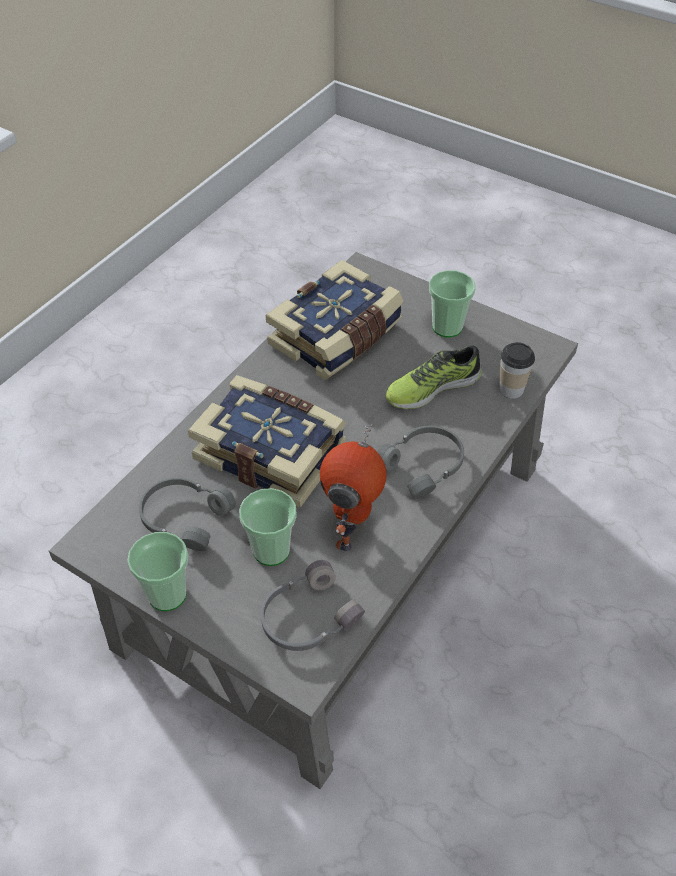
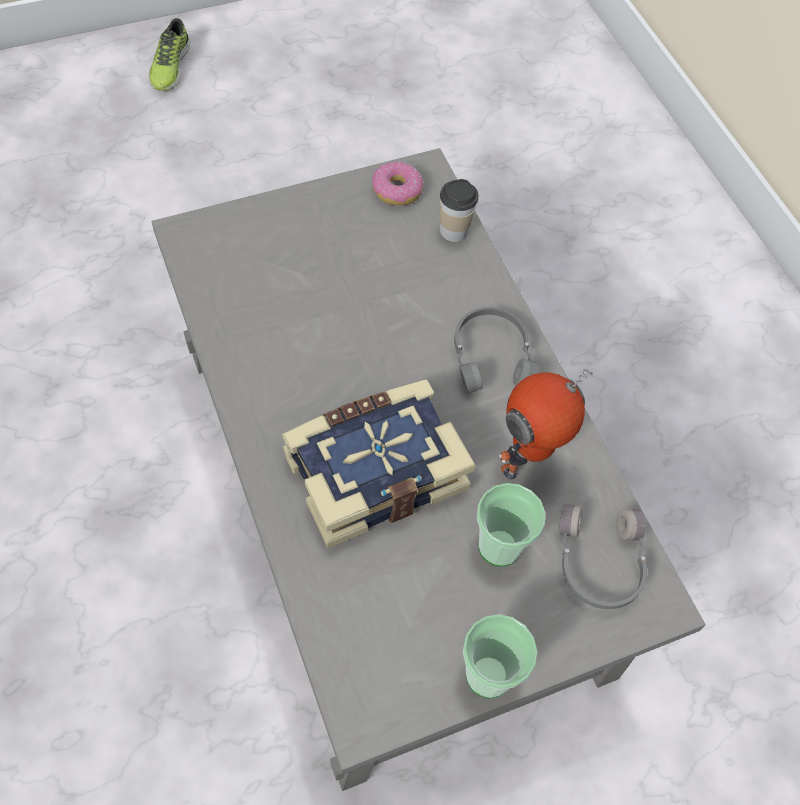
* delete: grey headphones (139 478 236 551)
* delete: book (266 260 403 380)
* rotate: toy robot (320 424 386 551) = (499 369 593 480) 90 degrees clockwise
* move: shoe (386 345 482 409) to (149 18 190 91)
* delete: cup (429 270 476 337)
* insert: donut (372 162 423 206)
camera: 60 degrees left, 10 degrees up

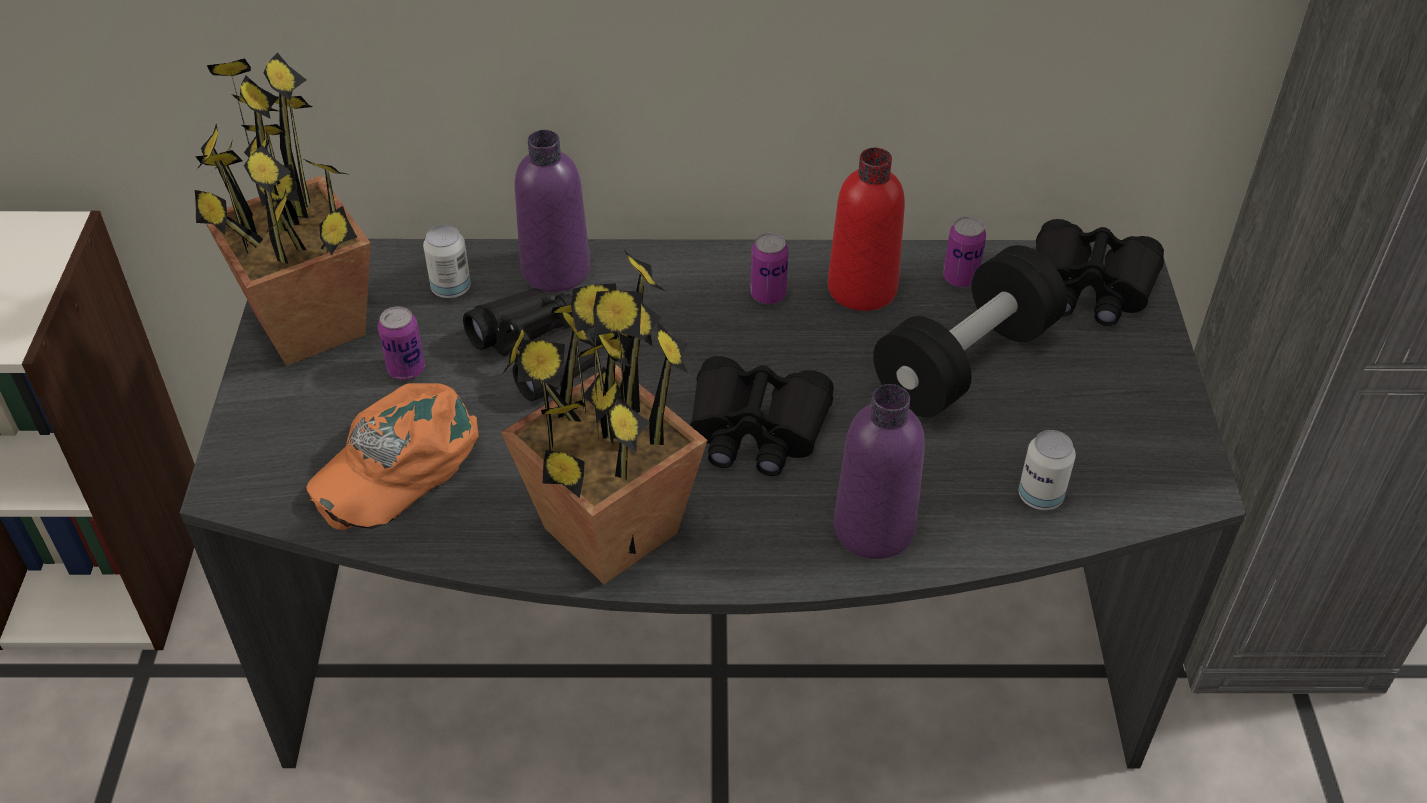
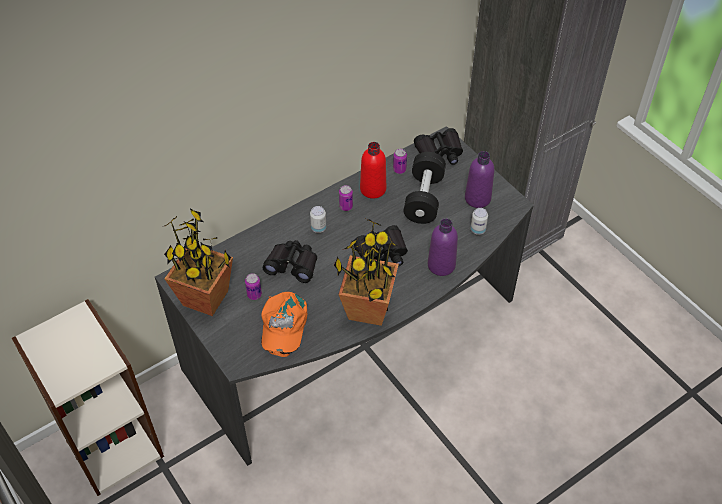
* move: can (423 225 471 298) to (310 206 326 233)
* move: purple bottle (515 130 590 292) to (465 151 494 208)
camera: 35 degrees left, 5 degrees up

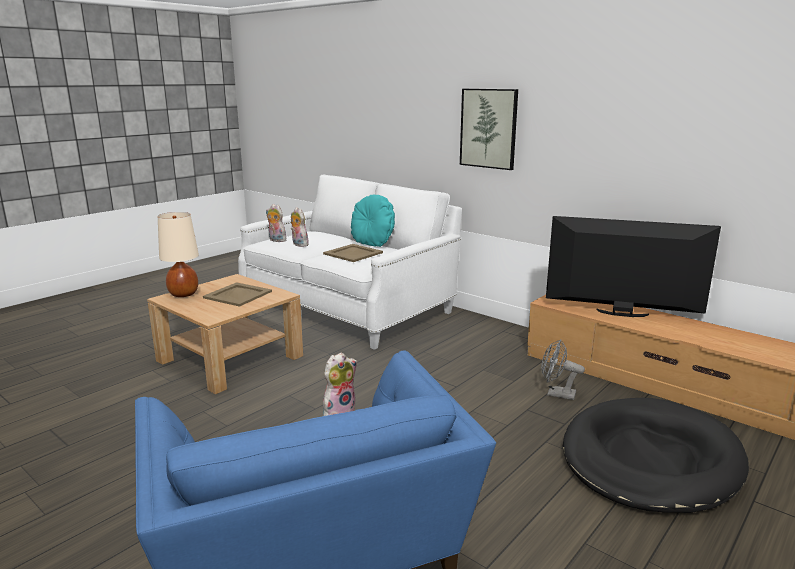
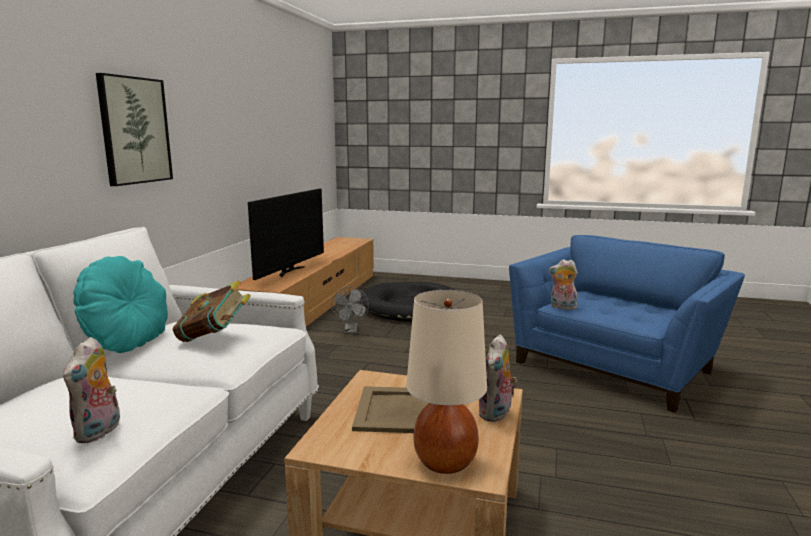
* move: plush toy (291 207 309 247) to (478 334 517 422)
* replace: beige tray (323 244 383 262) to book (173 281 251 342)
* rotate: television (546 216 721 317) = (248 189 324 280) 150 degrees counterclockwise
camera: 115 degrees left, 5 degrees down

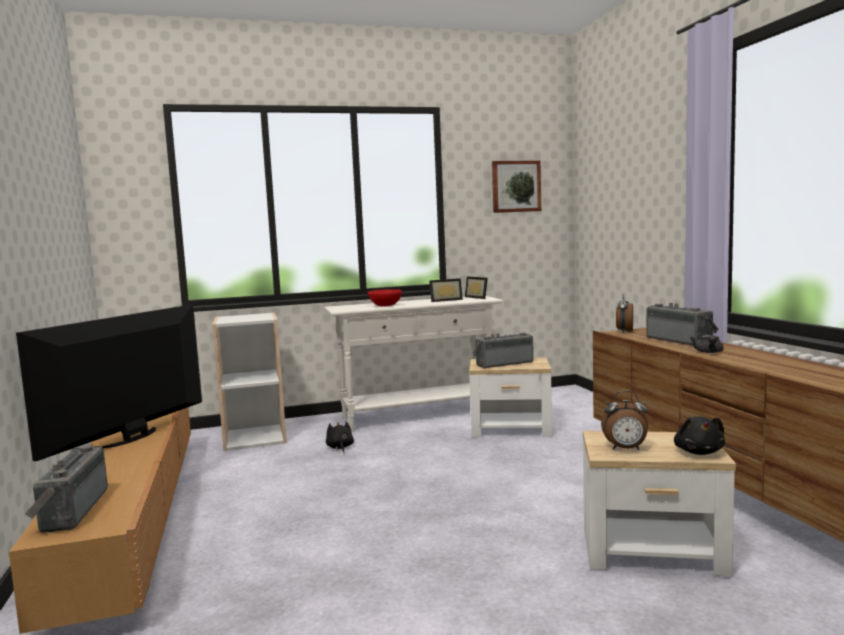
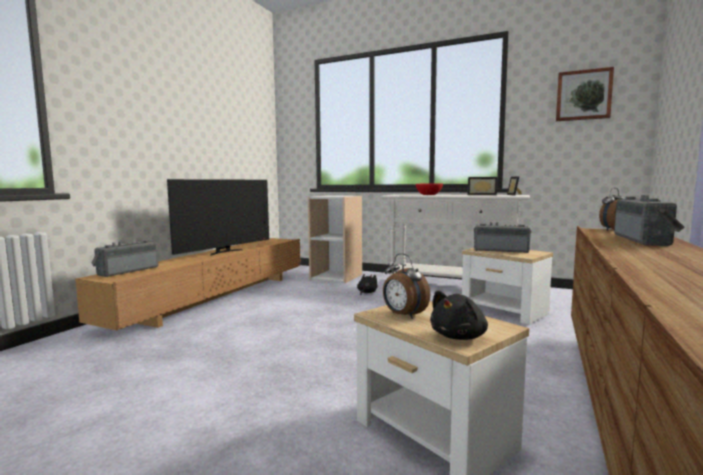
* rotate: television (16 305 202 461) = (167 179 269 256) 150 degrees clockwise
* delete: grey teapot (690 335 724 353)
camera: 40 degrees right, 0 degrees up

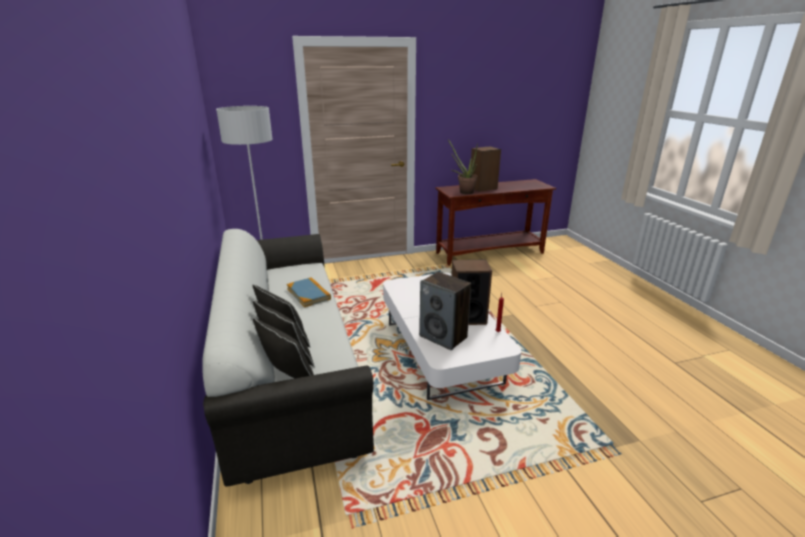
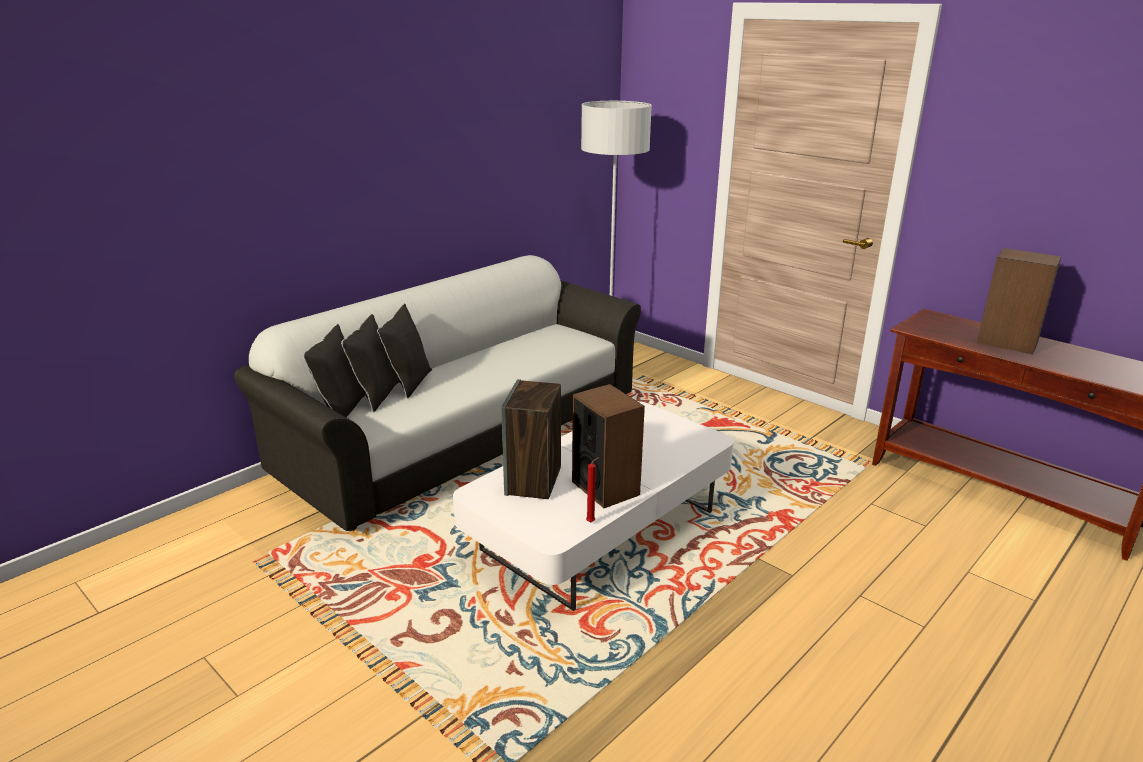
* delete: book (287 277 331 307)
* delete: potted plant (448 139 478 194)
camera: 60 degrees right, 0 degrees up

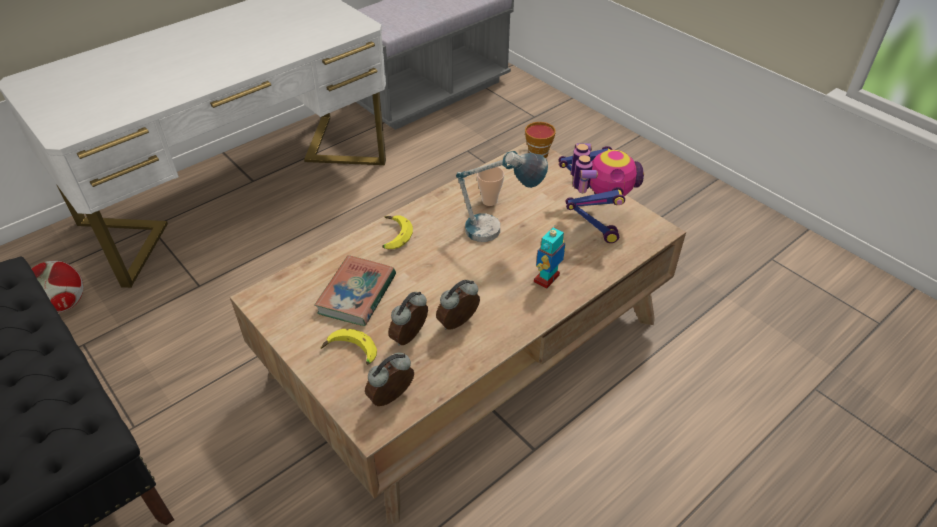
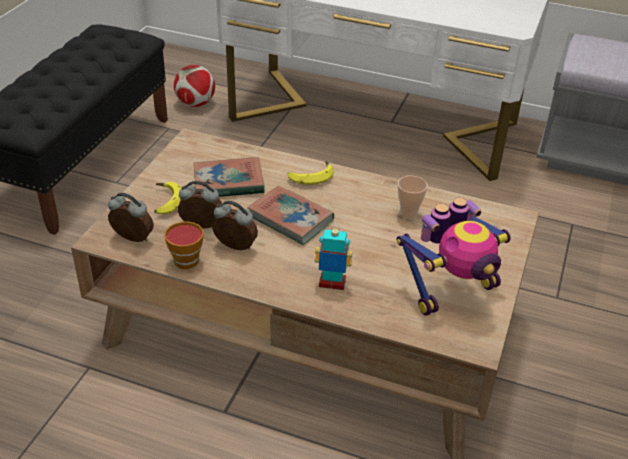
* delete: table lamp (456 151 548 242)
* move: cup (525 122 556 158) to (164 221 204 269)
* insert: book (247 186 334 245)
camera: 60 degrees right, 5 degrees down

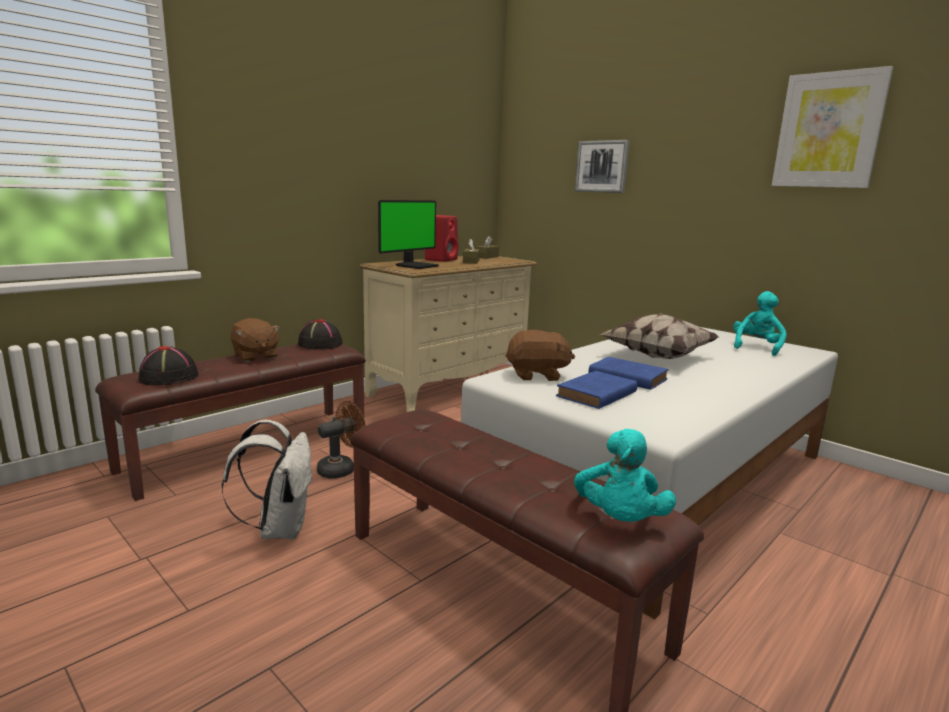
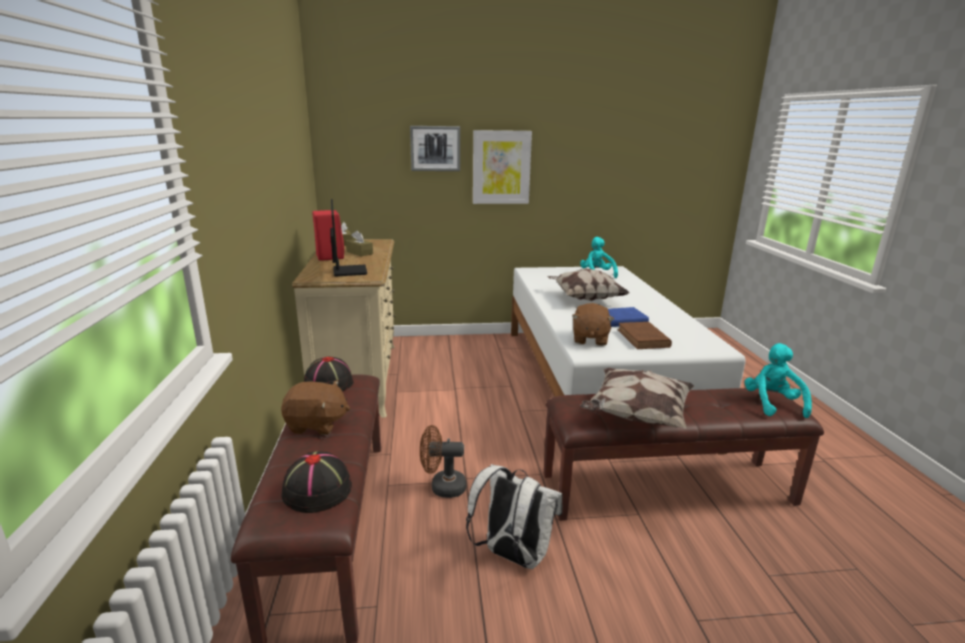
* rotate: brown fan (317 401 366 479) = (420 425 466 498) 90 degrees counterclockwise
* rotate: brown plush toy (506 330 575 381) = (572 303 614 346) 150 degrees clockwise
* recolor: blue book (556 371 638 409) to brown book (618 322 672 349)
* rotate: turquoise plush toy (574 429 676 522) = (745 343 812 418) 135 degrees counterclockwise
* move: picture (772 66 893 188) to (473 130 532 204)
* insert: pillow (580 367 694 429)
camera: 50 degrees left, 5 degrees up

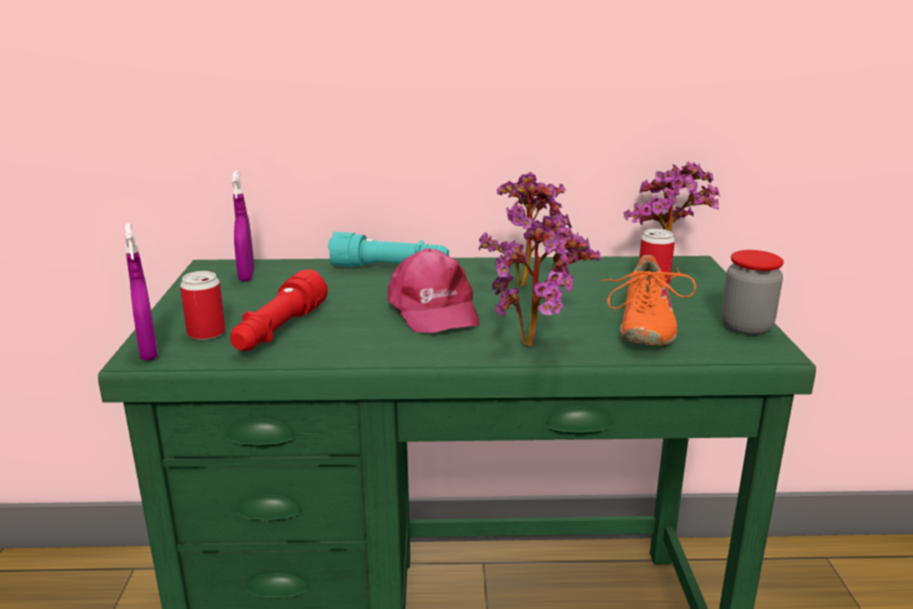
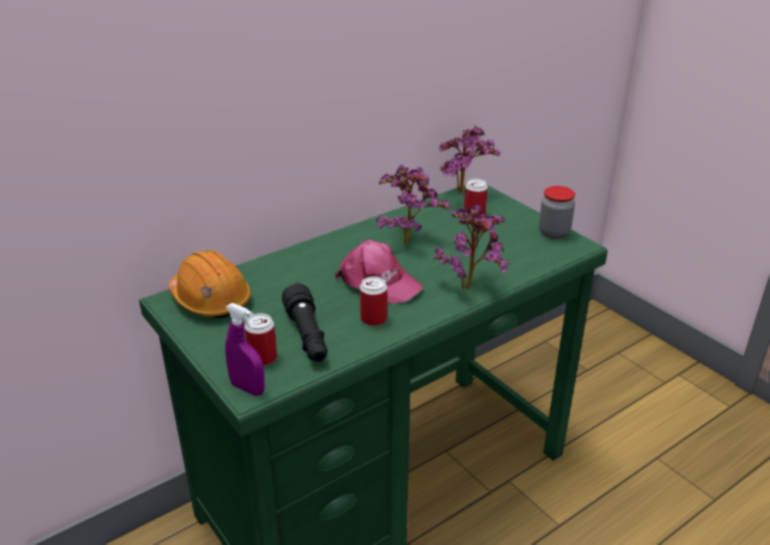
* recolor: red flashlight (230 269 328 351) to black flashlight (282 283 328 362)
* replace: purple spray bottle (231 171 254 281) to orange hard hat (168 250 251 318)
* delete: turquoise flashlight (328 232 449 267)
* delete: orange shoe (602 255 696 346)
* insert: can (360 276 387 326)
camera: 35 degrees left, 10 degrees up

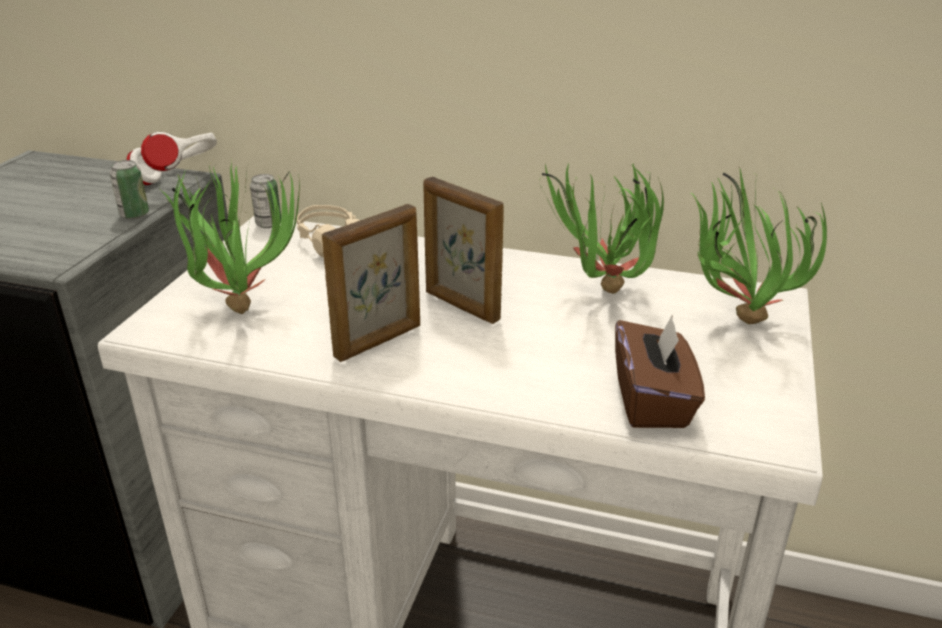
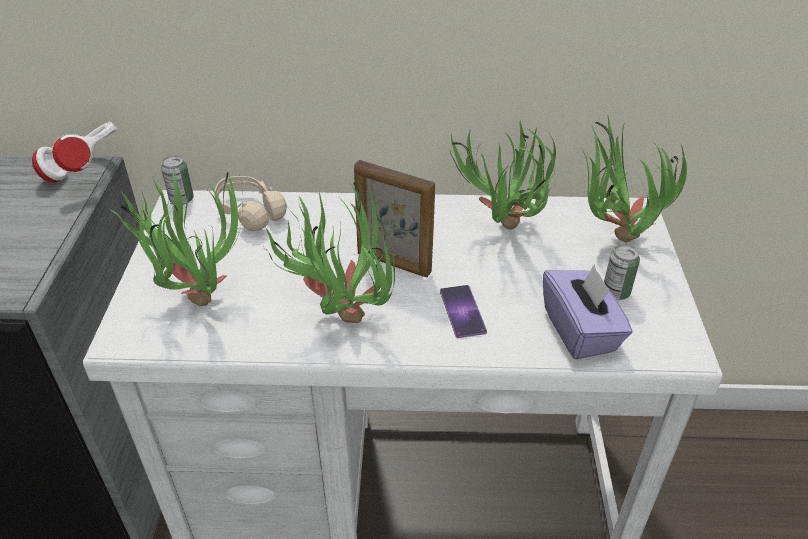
* move: can (110 160 149 219) to (604 245 640 300)
* replace: picture frame (322 204 420 362) to potted plant (263 180 395 323)
* recolor: brown tissue box (615 314 705 428) to purple tissue box (543 264 633 359)
* insert: phone (440 285 487 338)
camera: 15 degrees left, 10 degrees up

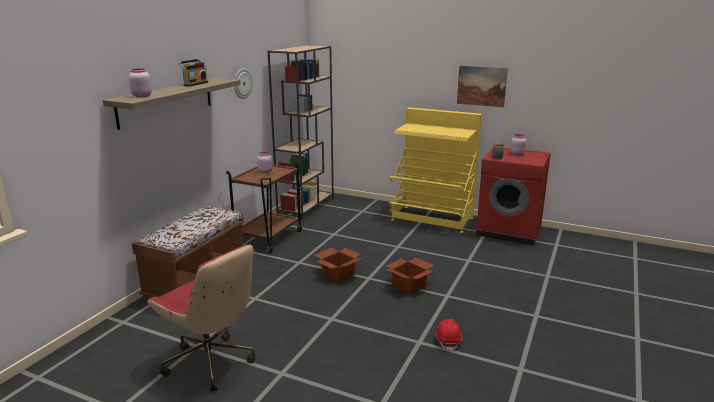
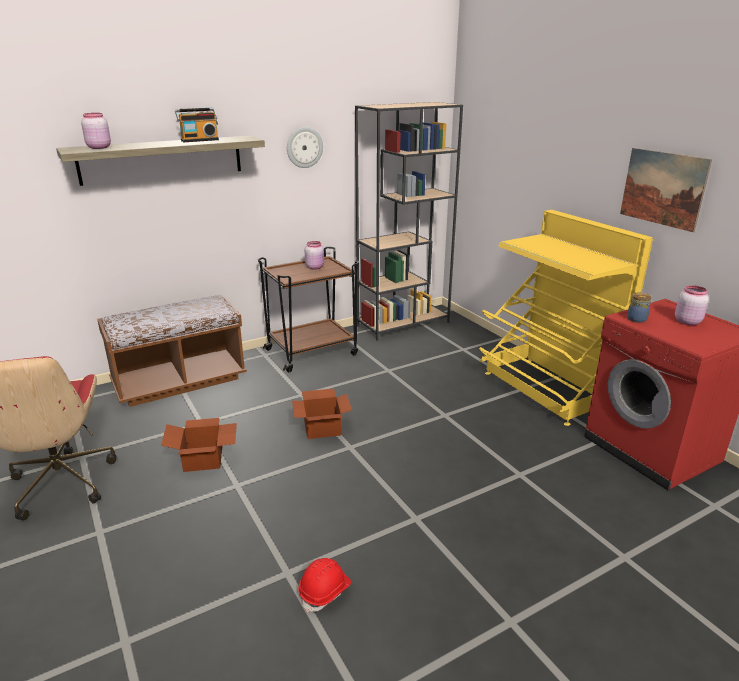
* move: cardboard box (386 257 435 295) to (161 418 237 472)
camera: 35 degrees right, 5 degrees up

